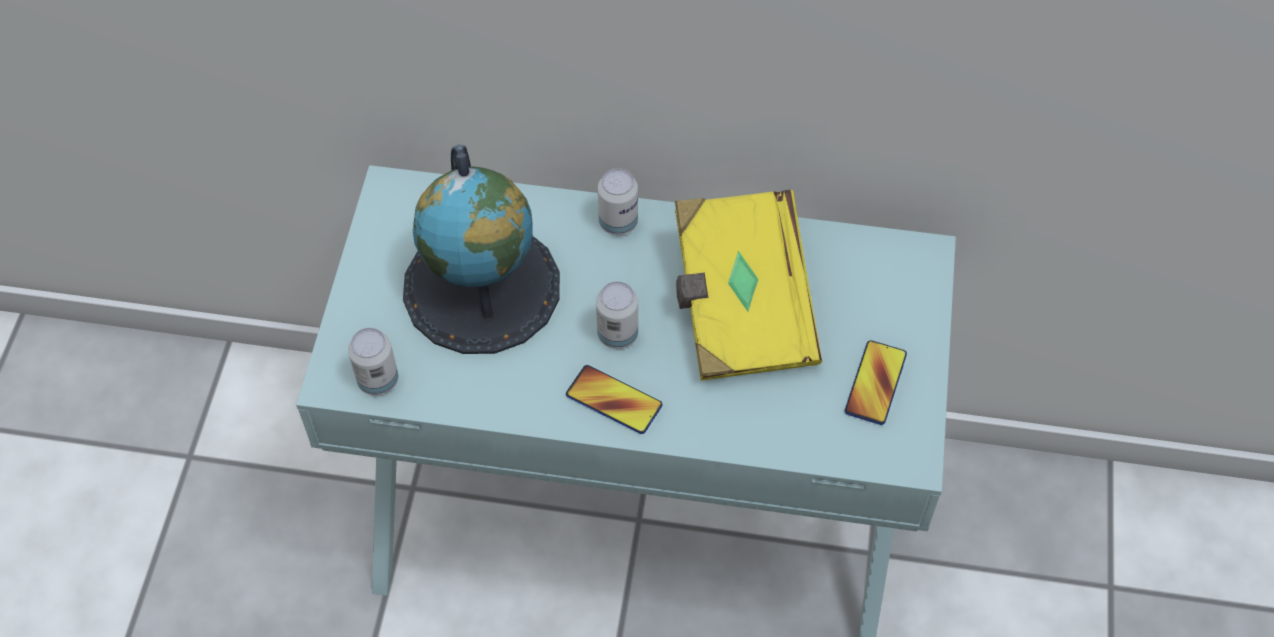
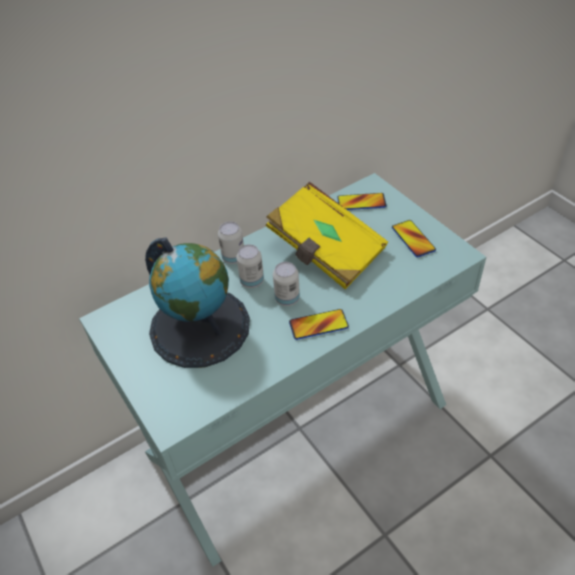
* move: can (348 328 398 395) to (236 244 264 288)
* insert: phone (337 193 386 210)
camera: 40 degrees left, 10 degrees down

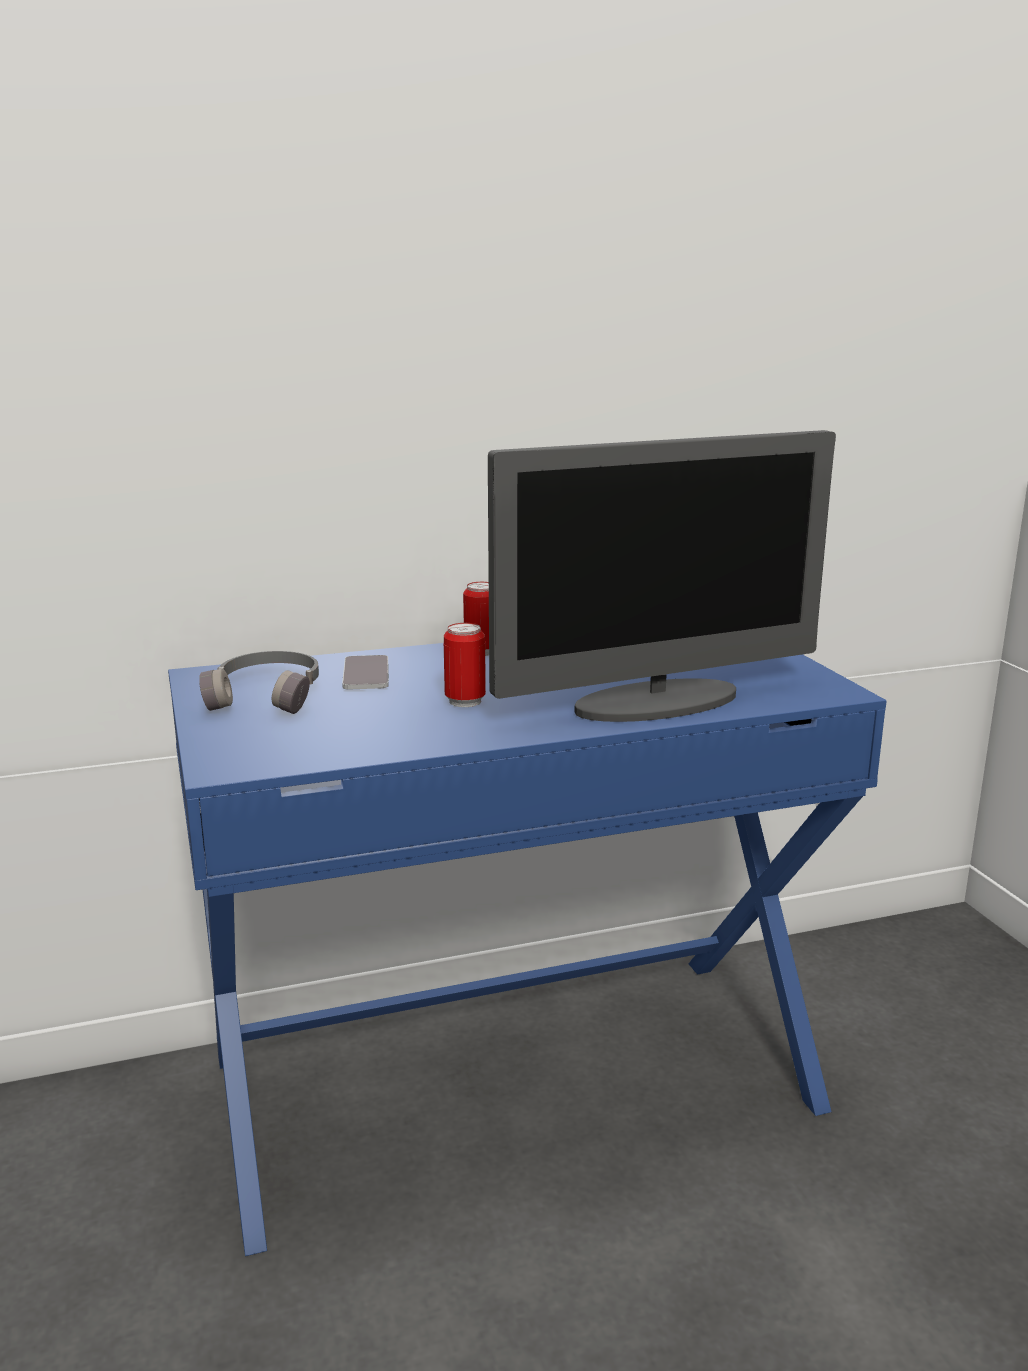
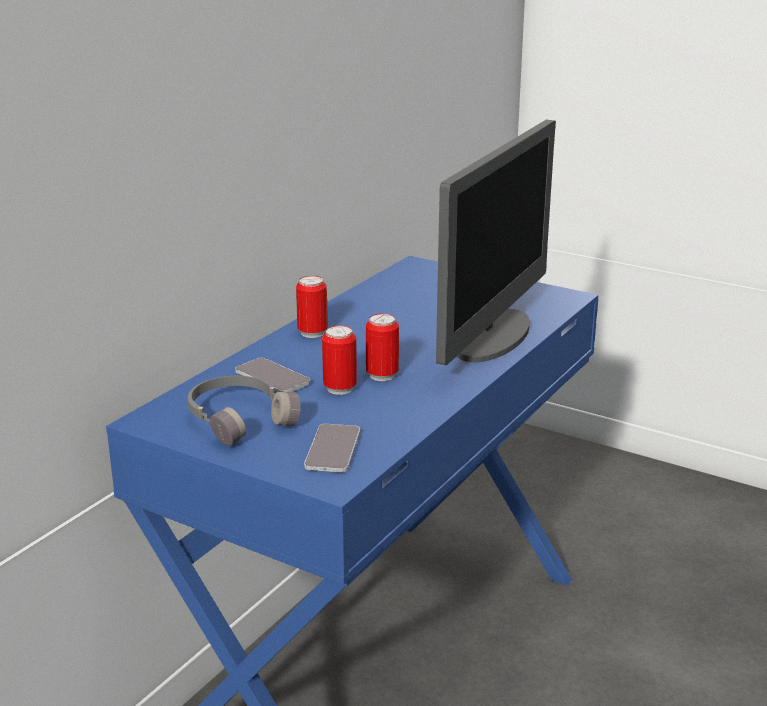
* insert: phone (304 424 360 473)
* insert: can (322 325 357 395)
camera: 40 degrees left, 5 degrees up

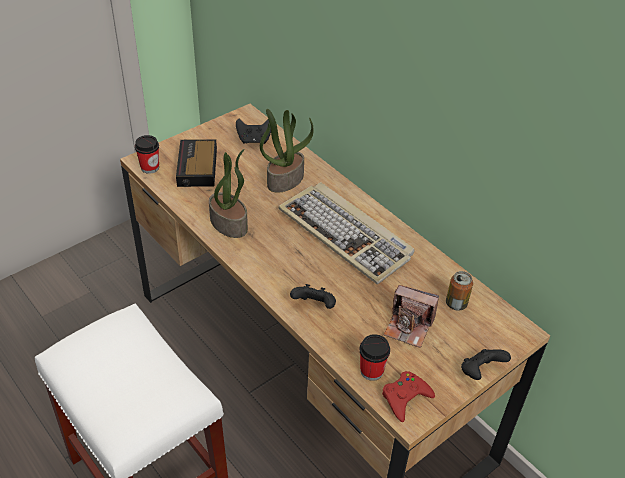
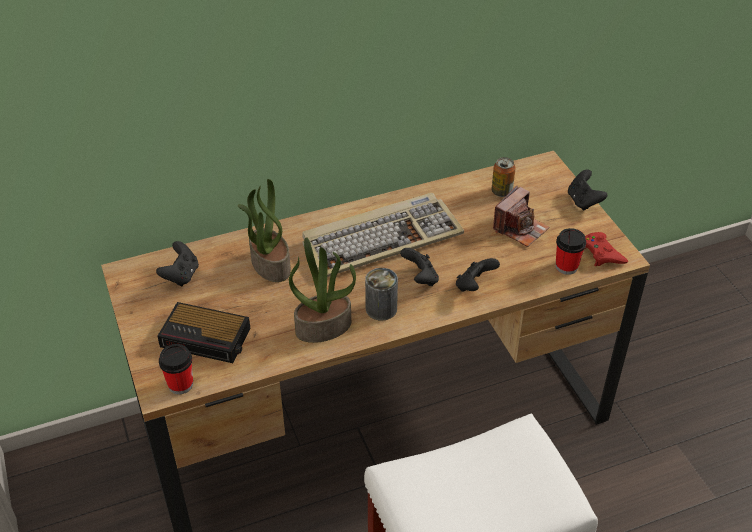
* insert: can (365 268 398 321)
* insert: black game controller (400 248 439 286)
camera: 70 degrees left, 0 degrees up

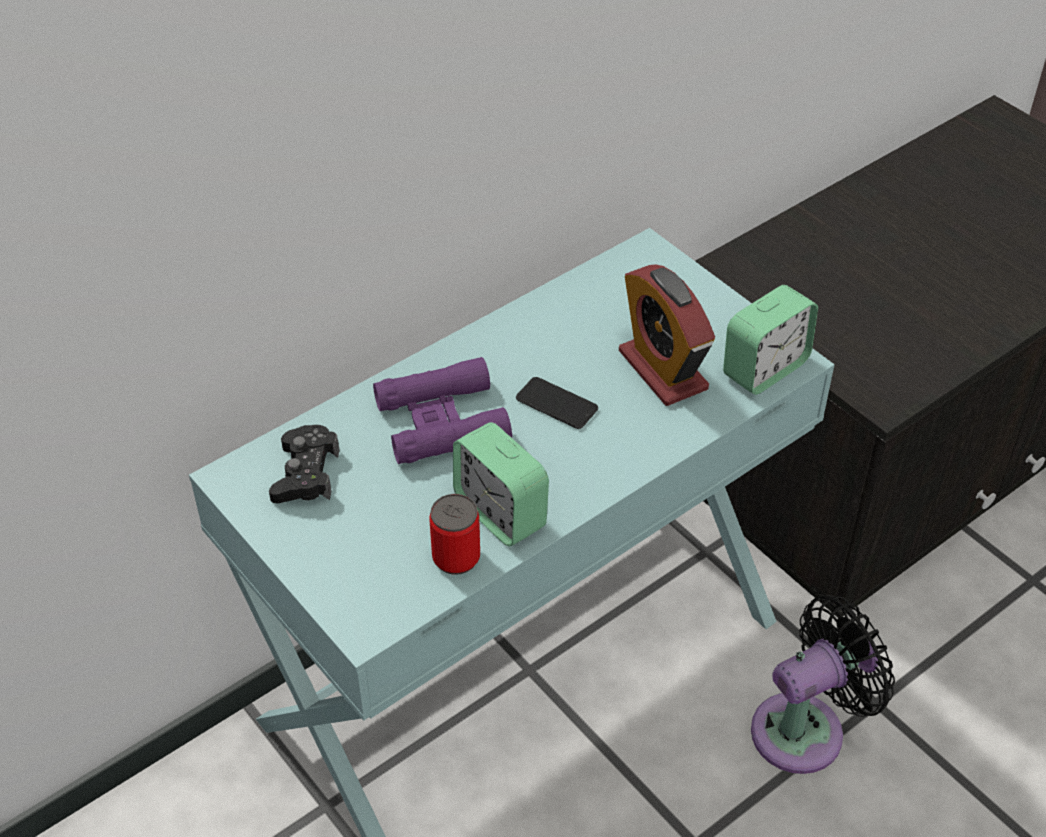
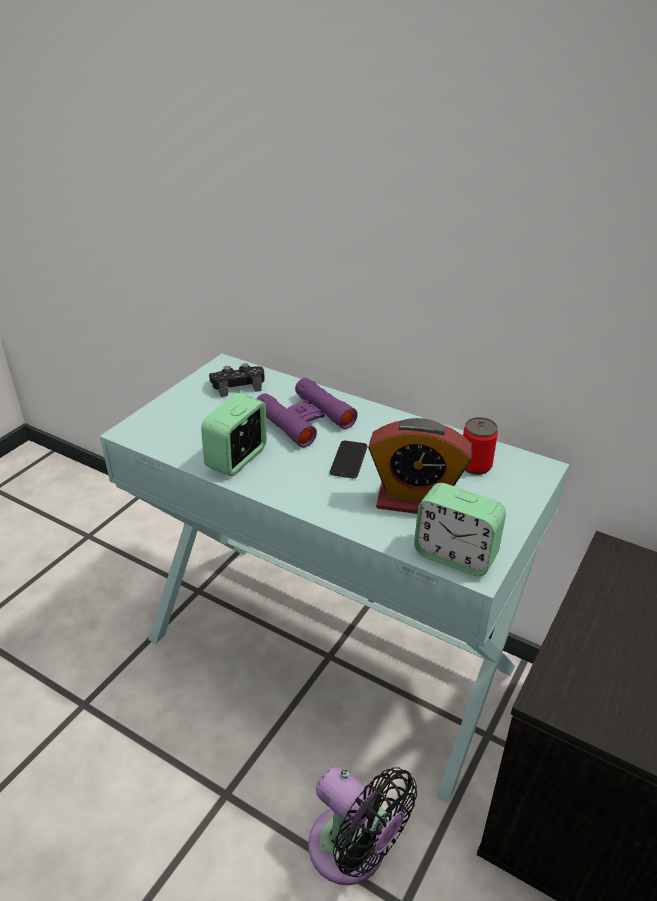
* move: can (429 494 480 575) to (463 417 498 475)
* rotate: alarm clock (619 264 715 406) = (368 418 472 514) 120 degrees counterclockwise
camera: 70 degrees right, 10 degrees down

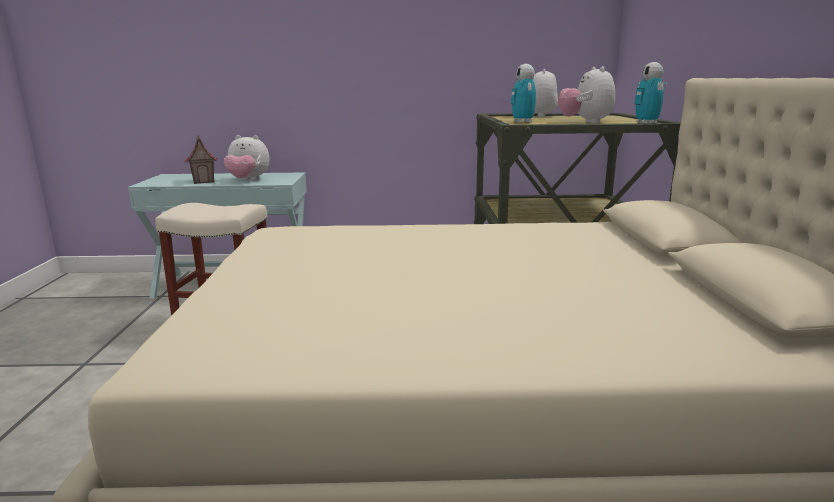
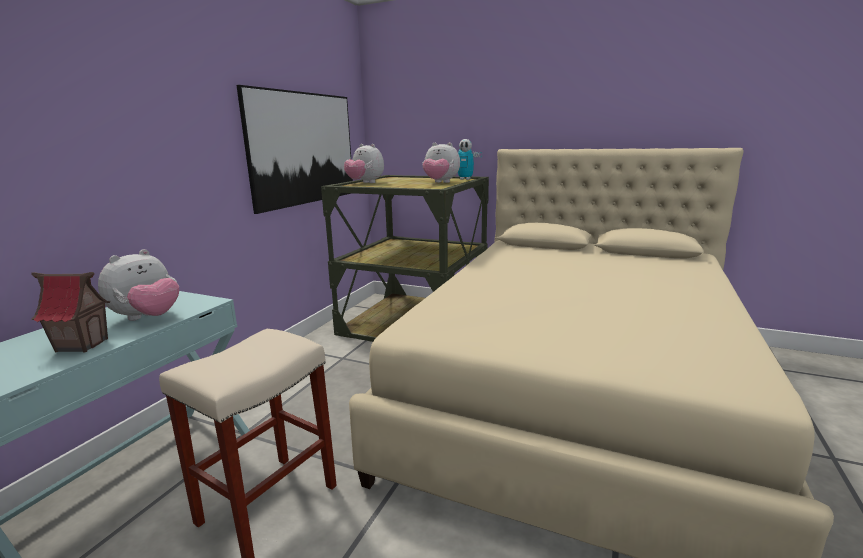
* delete: toy robot (511 64 536 123)
* insert: picture (236 85 353 214)
camera: 65 degrees left, 0 degrees up

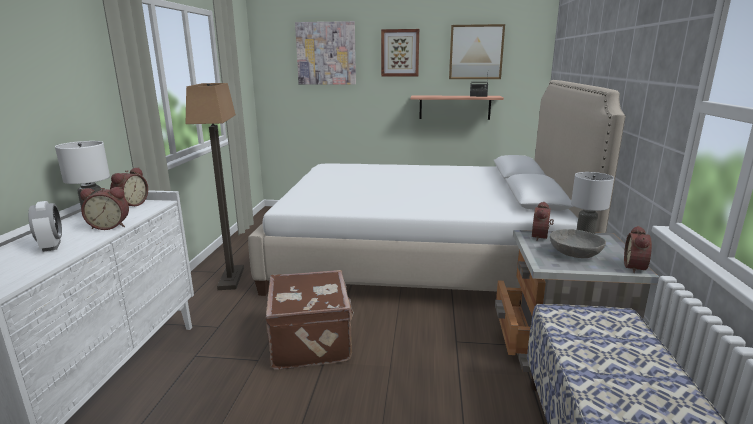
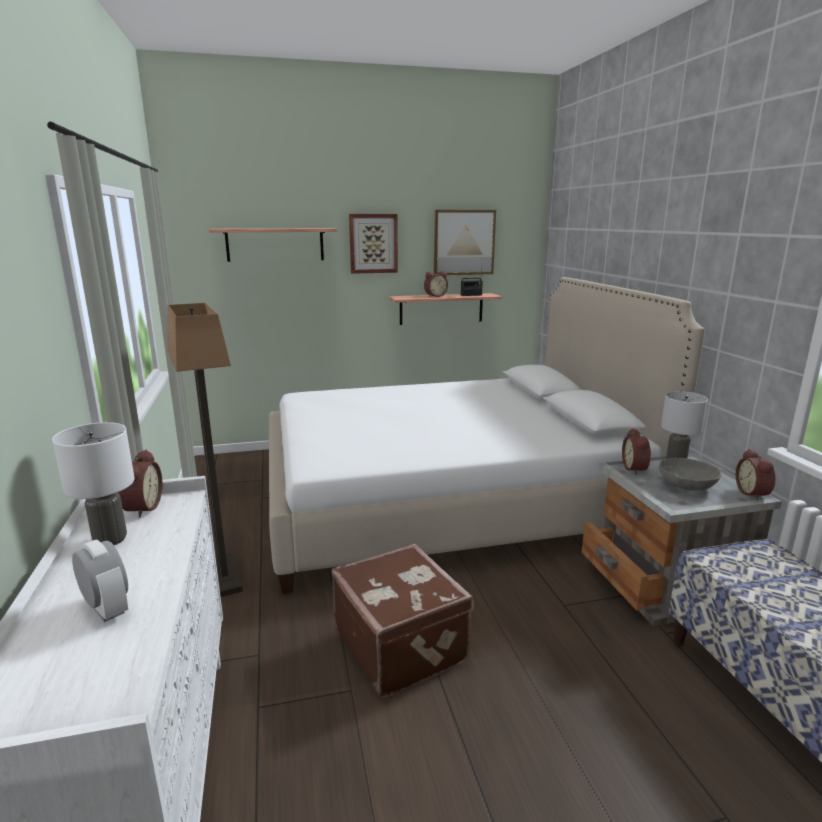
* move: alarm clock (80 187 129 230) to (424 271 448 297)
* replace: picture (295 21 356 85) to shelf (209 228 337 262)
camera: 20 degrees left, 0 degrees up

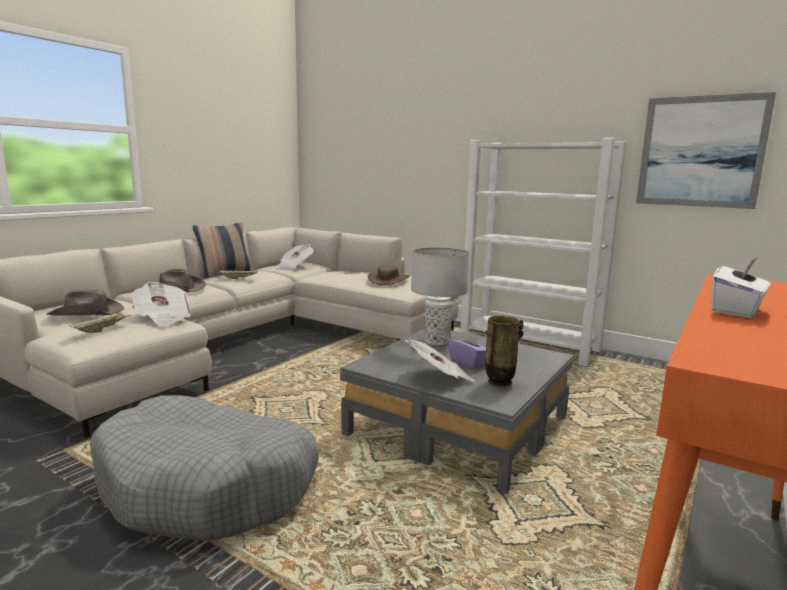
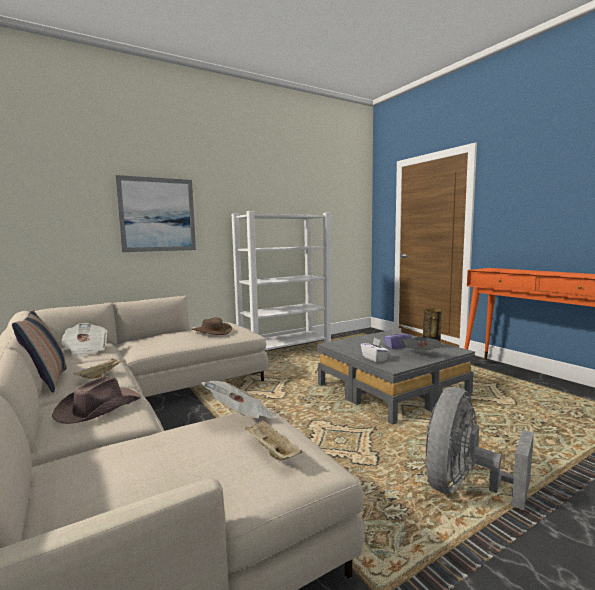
* delete: brown hat (46 290 124 316)
* replace: grey dog bed (90 395 319 541) to grey fan (425 387 534 510)
* delete: white table lamp (411 248 470 345)
* move: picture (636 92 776 209) to (115 175 196 252)
* move: white tissue box (711 257 771 318) to (361 338 390 362)
camera: 65 degrees left, 5 degrees down

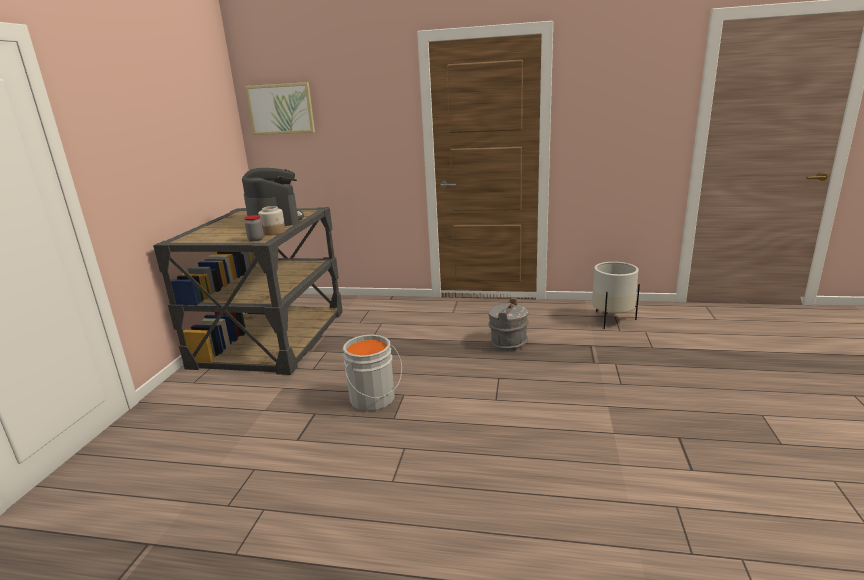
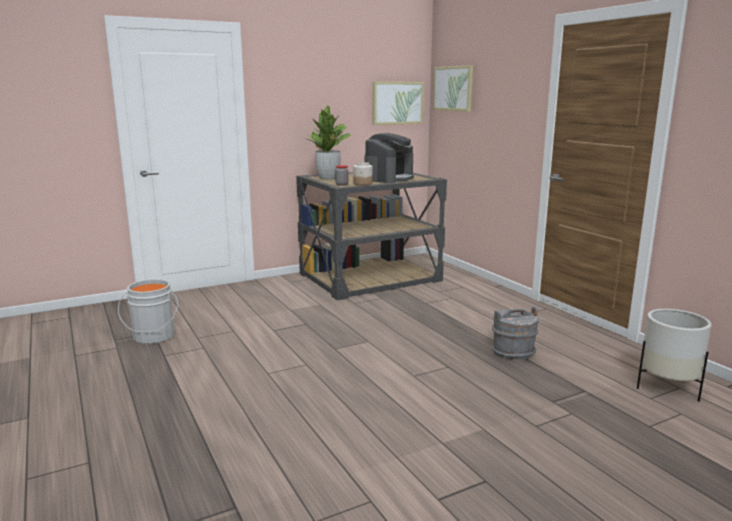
* move: grey bucket (343 334 402 411) to (118 279 178 344)
* insert: potted plant (306 105 351 180)
* insert: picture (373 82 424 125)
camera: 50 degrees right, 5 degrees down

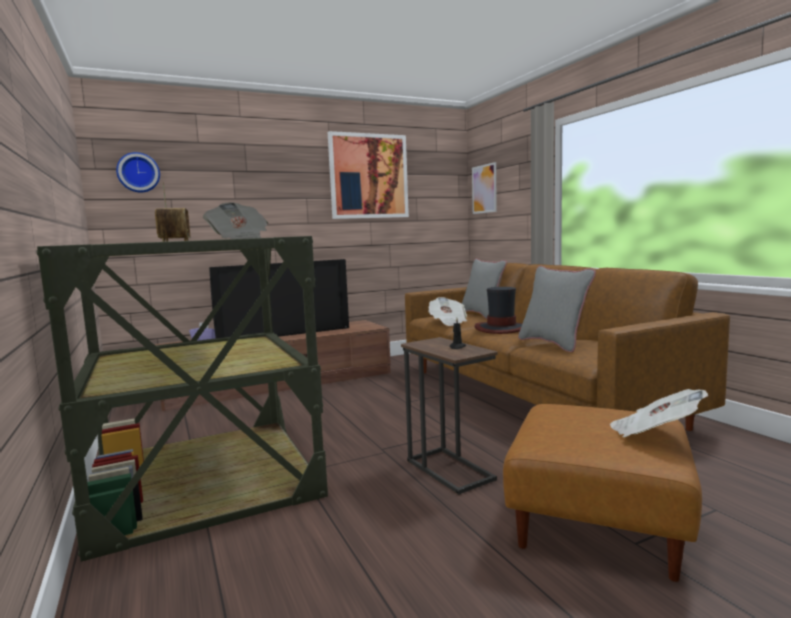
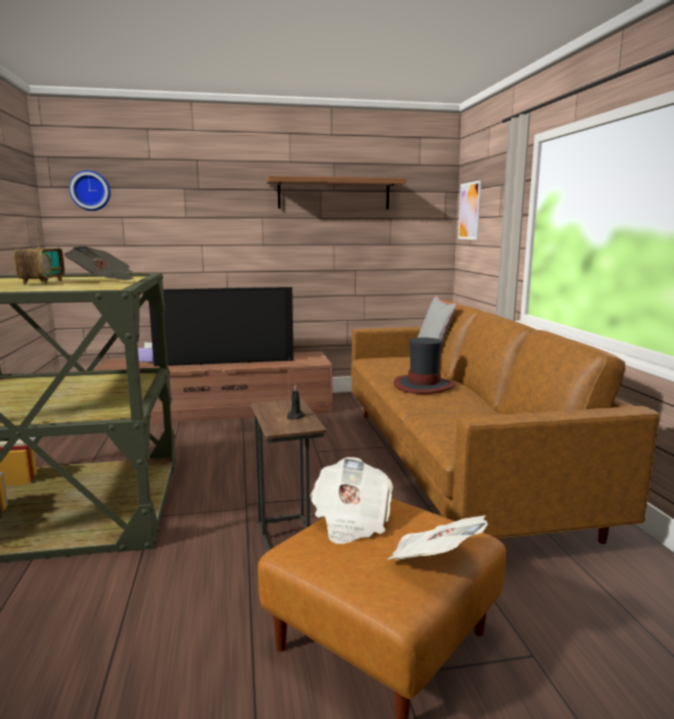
* replace: picture (328 131 409 219) to shelf (266 176 406 209)
* move: newspaper (428 297 467 326) to (310 457 393 544)
* delete: grey pillow (518 266 596 352)
camera: 15 degrees right, 5 degrees up

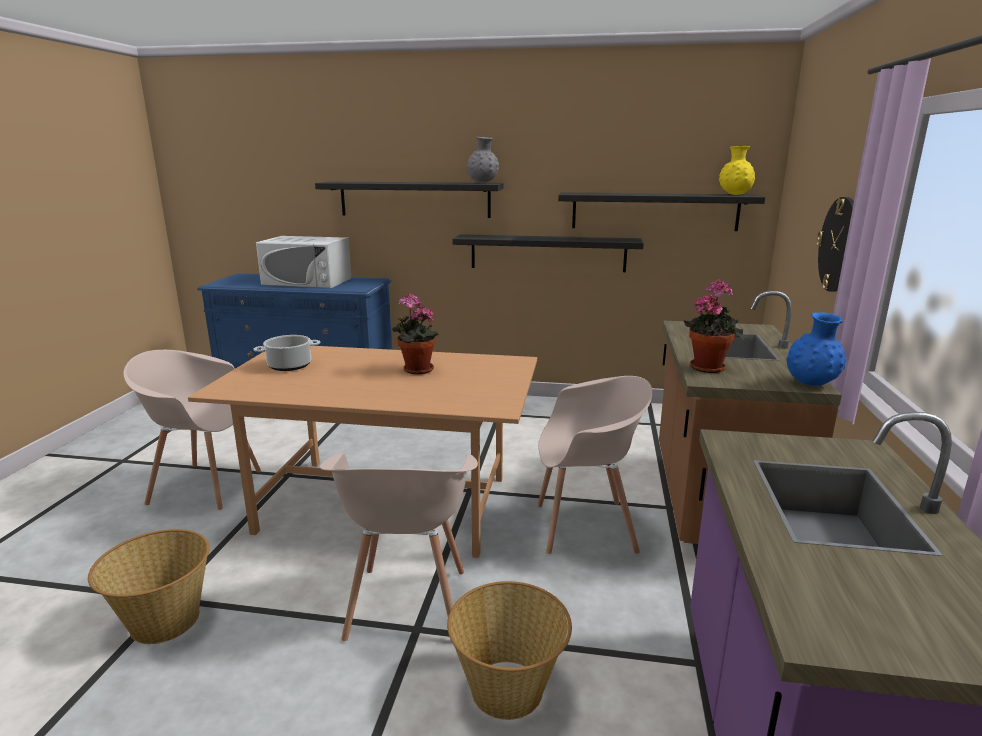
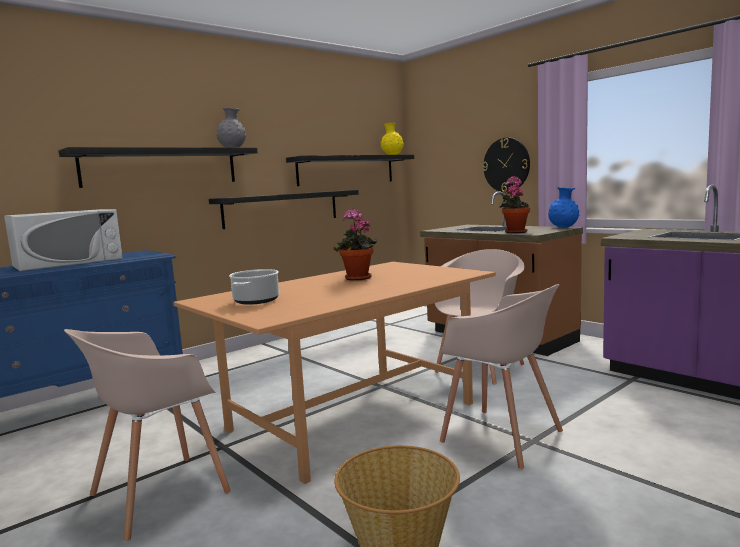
* delete: basket (447 581 572 720)
camera: 50 degrees left, 10 degrees down

